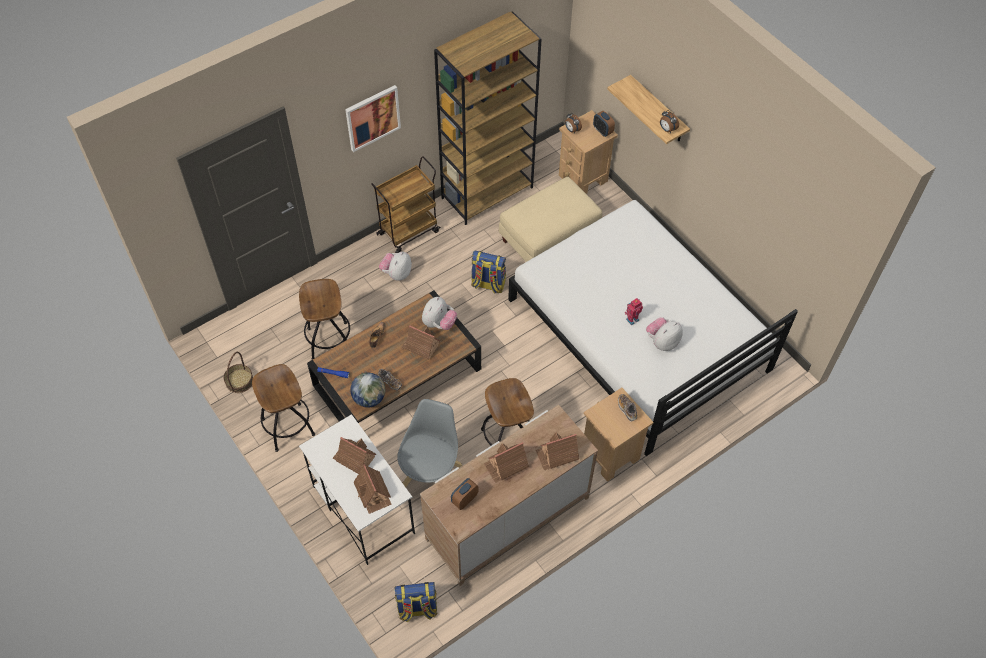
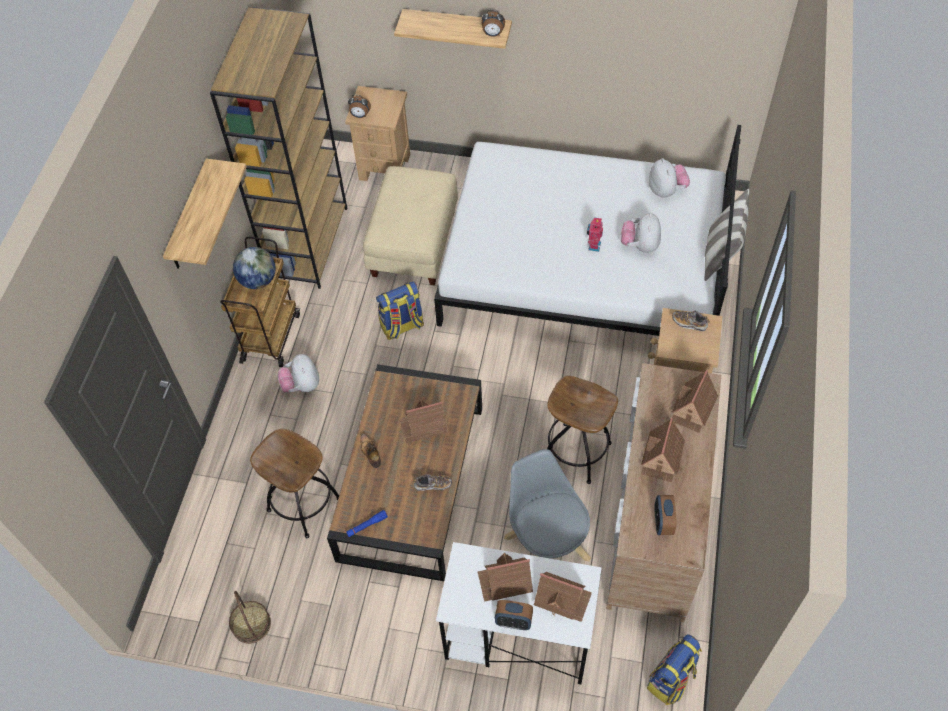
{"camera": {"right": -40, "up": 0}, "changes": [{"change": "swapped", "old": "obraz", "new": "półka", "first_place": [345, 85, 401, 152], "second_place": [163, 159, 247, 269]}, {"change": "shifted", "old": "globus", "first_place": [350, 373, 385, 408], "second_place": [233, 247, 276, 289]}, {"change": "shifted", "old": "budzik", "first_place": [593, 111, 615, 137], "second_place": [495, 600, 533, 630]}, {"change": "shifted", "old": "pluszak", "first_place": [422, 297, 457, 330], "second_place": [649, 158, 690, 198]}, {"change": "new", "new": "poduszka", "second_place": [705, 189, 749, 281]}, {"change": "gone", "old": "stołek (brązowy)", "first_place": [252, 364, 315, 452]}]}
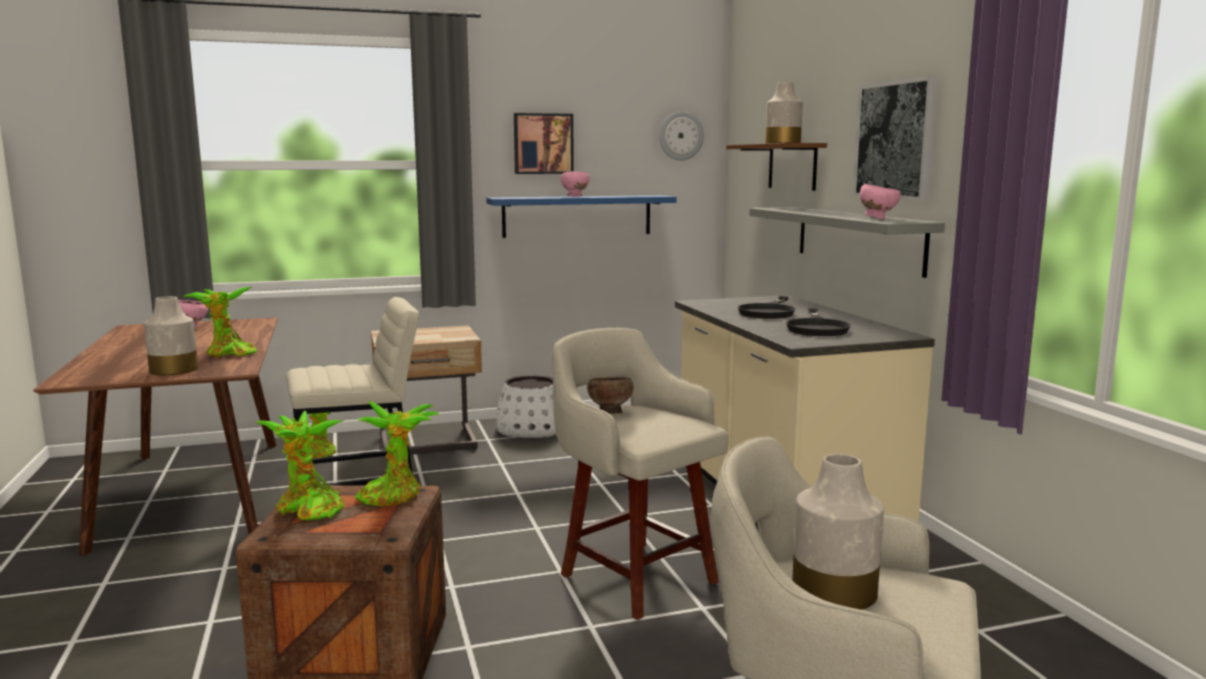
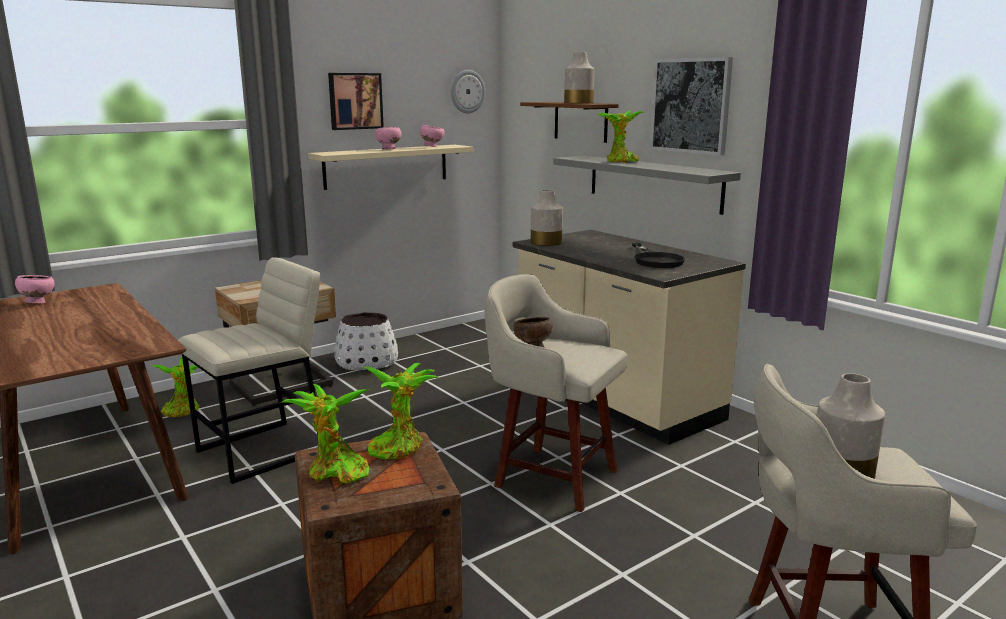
{"camera": {"right": -20, "up": 5}, "changes": [{"change": "repainted", "old": "półka (niebieski)", "new": "półka (beżowy)", "first_place": [487, 195, 677, 238], "second_place": [308, 145, 473, 190]}, {"change": "shifted", "old": "miska (różowy)", "first_place": [860, 184, 901, 219], "second_place": [420, 125, 445, 147]}, {"change": "shifted", "old": "wazon (beżowy)", "first_place": [144, 296, 198, 375], "second_place": [531, 189, 563, 246]}, {"change": "shifted", "old": "roślina doniczkowa", "first_place": [183, 287, 257, 358], "second_place": [597, 111, 644, 163]}, {"change": "gone", "old": "patelnia (czarny)", "first_place": [738, 296, 795, 319]}]}
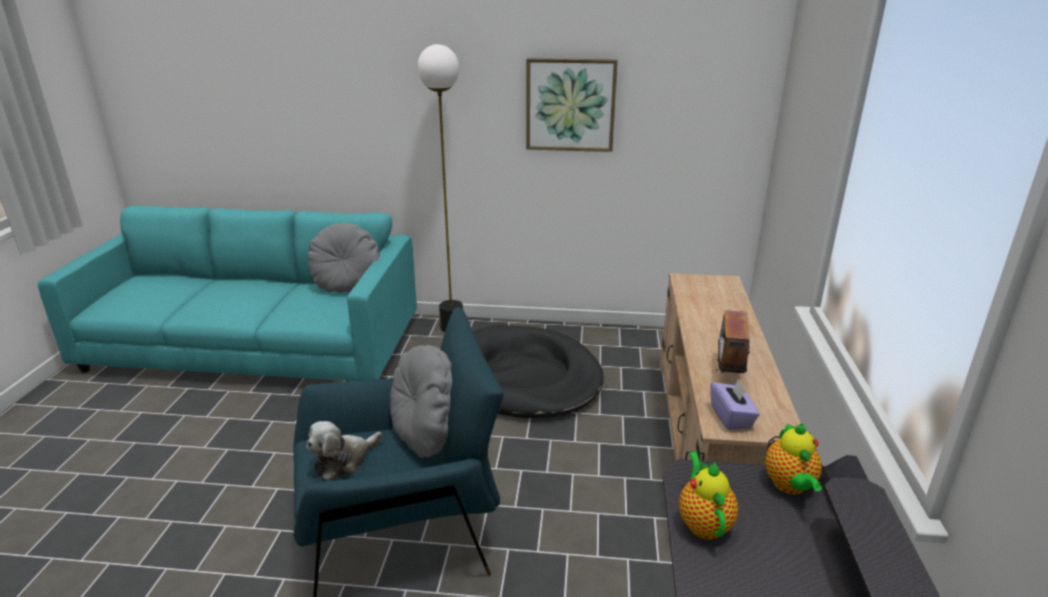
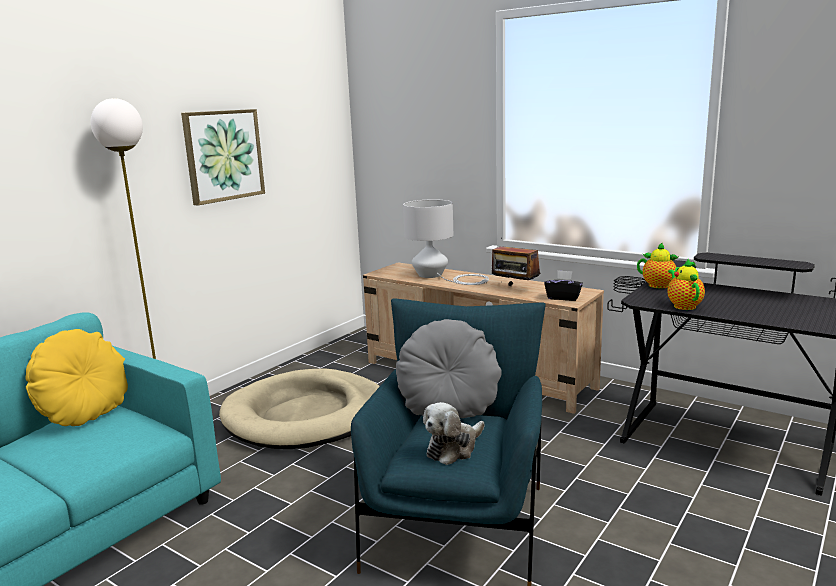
{"camera": {"right": -60, "up": -10}, "changes": [{"change": "repainted", "old": "poduszka (szary)", "new": "poduszka (żółty)", "first_place": [308, 223, 380, 293], "second_place": [26, 329, 128, 426]}, {"change": "repainted", "old": "legowisko (czarny)", "new": "legowisko (beżowy)", "first_place": [473, 325, 604, 418], "second_place": [219, 368, 380, 449]}, {"change": "new", "new": "lampa stołowa (biały)", "second_place": [403, 199, 489, 285]}, {"change": "rotated", "old": "pluszak", "first_place": [306, 421, 382, 481], "second_place": [423, 402, 485, 465], "degrees": 60}, {"change": "repainted", "old": "pudełko chusteczek (fioletowy)", "new": "pudełko chusteczek (czarny)", "first_place": [710, 378, 760, 430], "second_place": [544, 270, 583, 301]}, {"change": "rotated", "old": "imbryk", "first_place": [679, 452, 738, 540], "second_place": [667, 259, 705, 310], "degrees": 60}]}
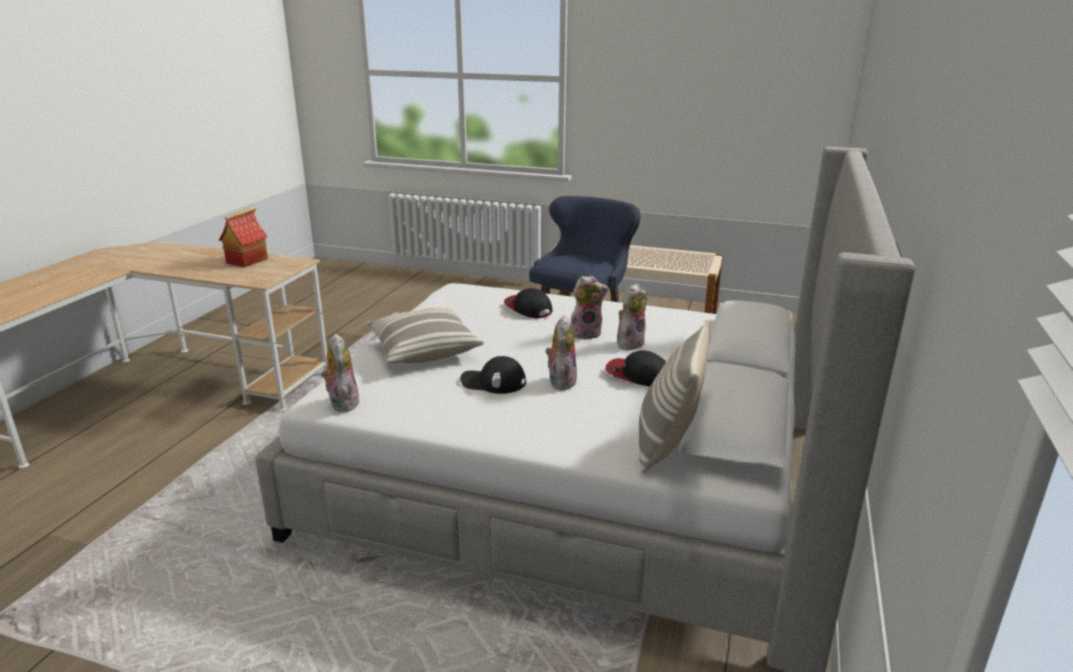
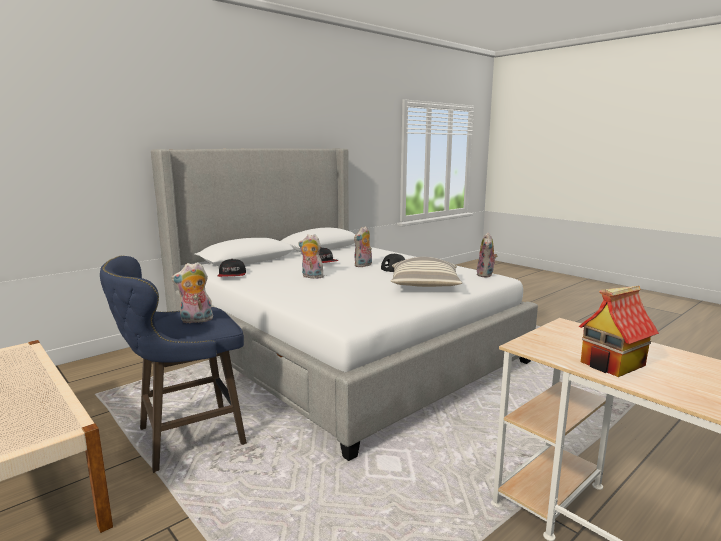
{"camera": {"right": -150, "up": -10}, "changes": [{"change": "shifted", "old": "pluszak", "first_place": [617, 283, 647, 350], "second_place": [171, 262, 213, 323]}, {"change": "shifted", "old": "czapka z daszkiem", "first_place": [504, 288, 553, 318], "second_place": [218, 259, 246, 277]}, {"change": "gone", "old": "poduszka", "first_place": [639, 322, 709, 473]}]}
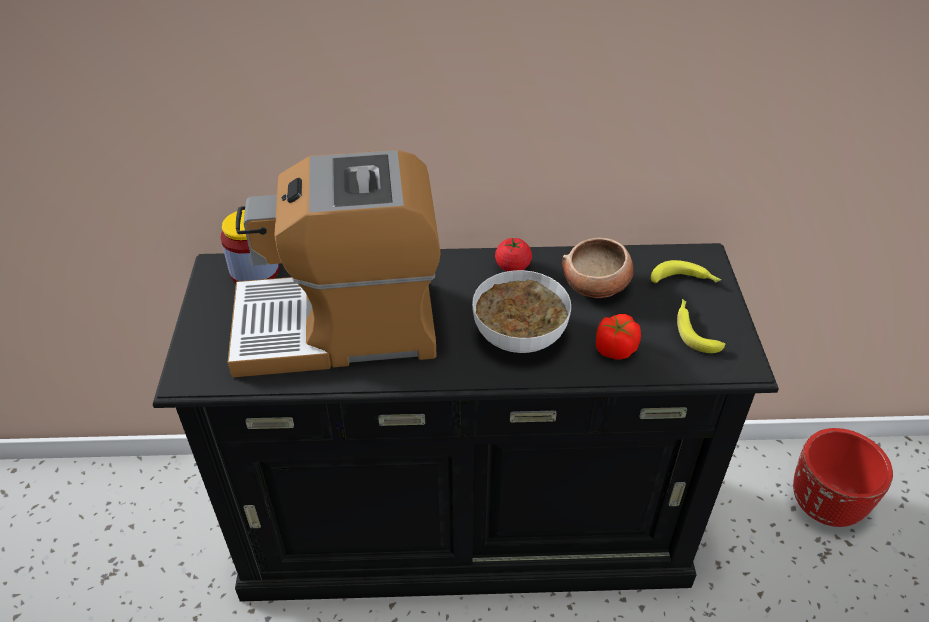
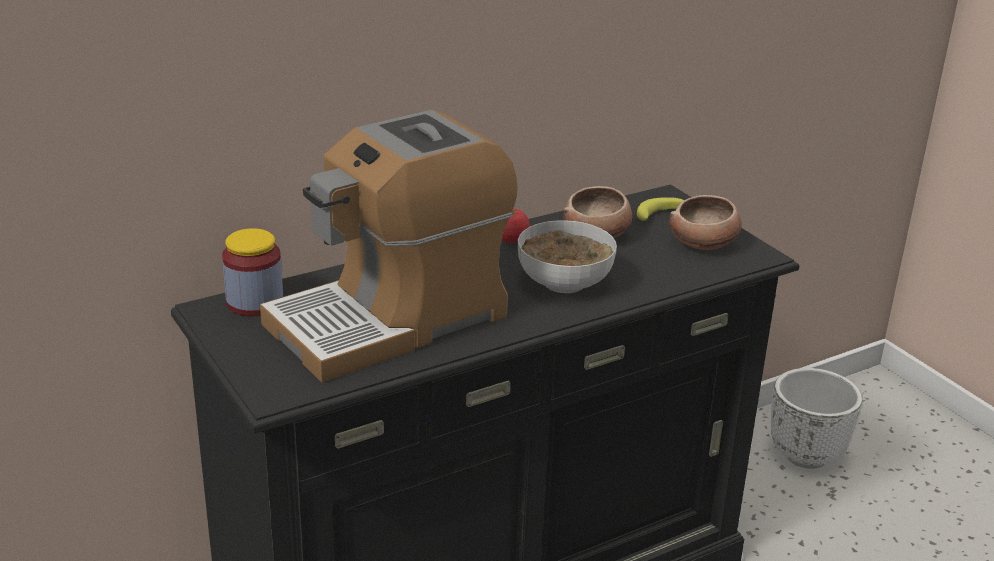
{"camera": {"right": -30, "up": -15}, "changes": [{"change": "swapped", "old": "banan", "new": "miska", "first_place": [677, 299, 725, 353], "second_place": [669, 195, 741, 250]}, {"change": "repainted", "old": "donica (czerwony)", "new": "donica (biały)", "first_place": [793, 428, 893, 527], "second_place": [771, 368, 862, 469]}, {"change": "gone", "old": "pomidor", "first_place": [596, 314, 641, 359]}]}
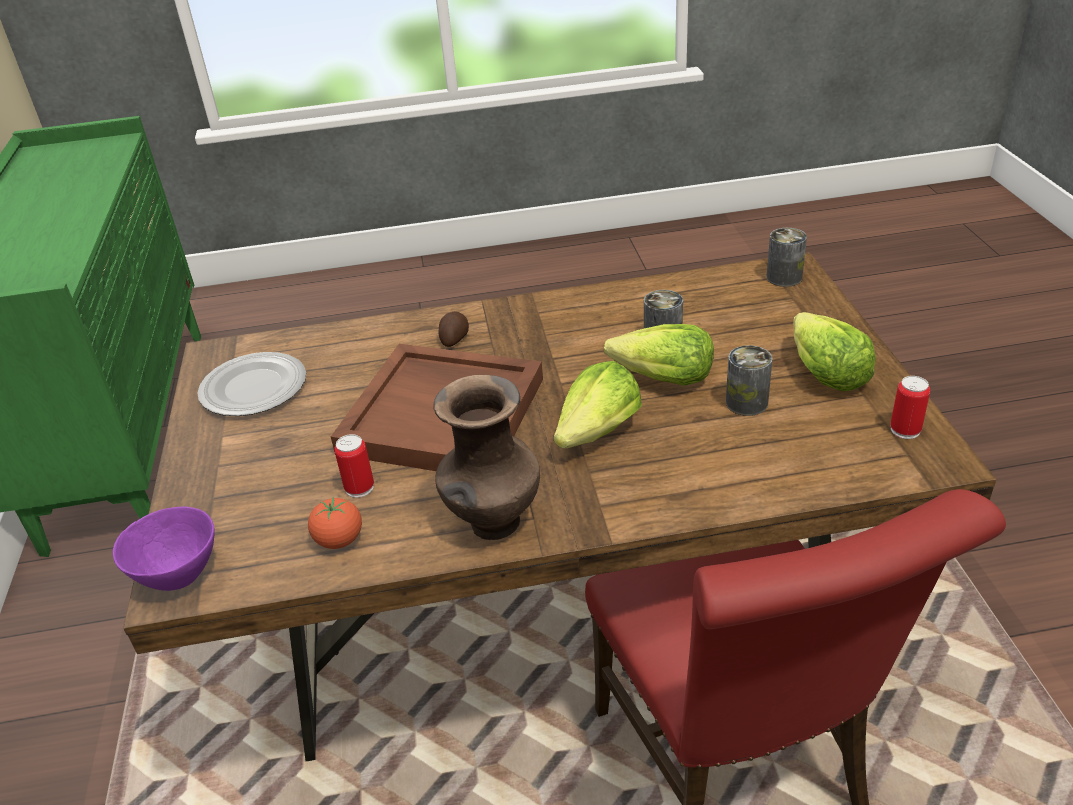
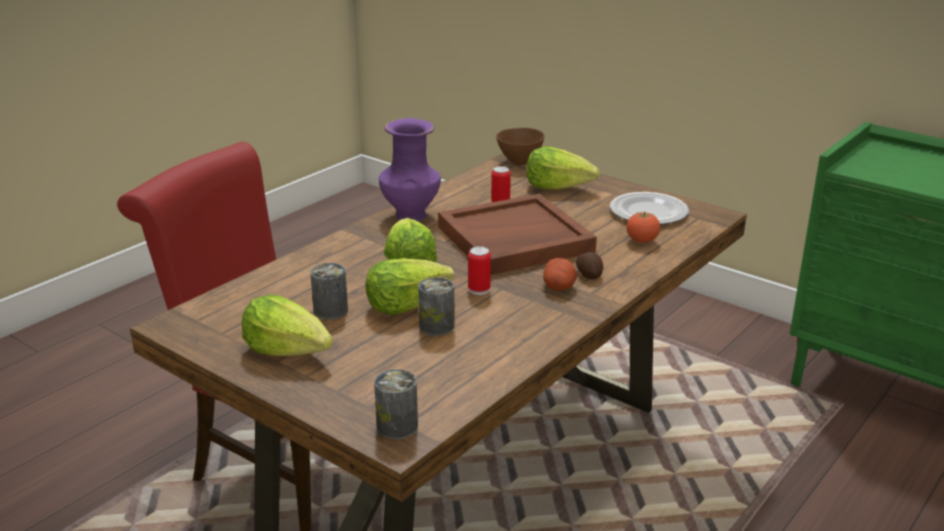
{"camera": {"right": 135, "up": -10}, "changes": [{"change": "repainted", "old": "wazon (brązowy)", "new": "wazon (fioletowy)", "first_place": [433, 375, 540, 540], "second_place": [379, 118, 441, 221]}, {"change": "shifted", "old": "puszka", "first_place": [890, 376, 930, 439], "second_place": [468, 246, 491, 295]}, {"change": "repainted", "old": "miska (fioletowy)", "new": "miska (brązowy)", "first_place": [113, 507, 215, 591], "second_place": [496, 128, 545, 165]}, {"change": "new", "new": "sałata", "second_place": [526, 146, 600, 189]}, {"change": "new", "new": "ziemniak", "second_place": [543, 258, 577, 291]}, {"change": "shifted", "old": "pomidor", "first_place": [308, 497, 362, 549], "second_place": [626, 211, 660, 243]}]}
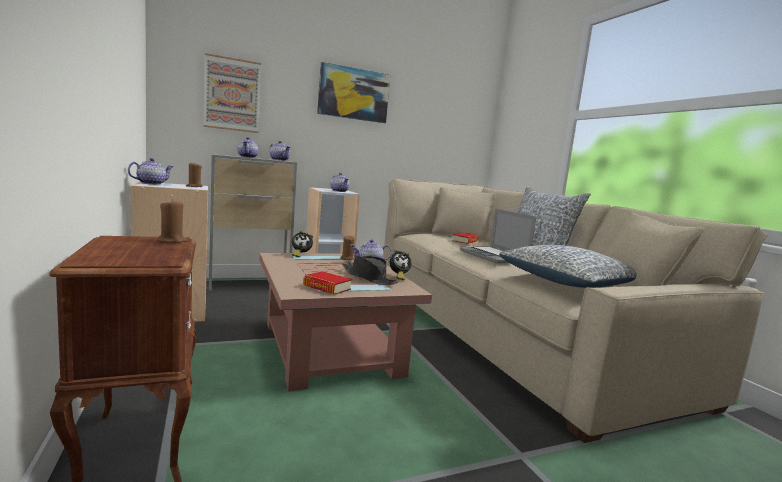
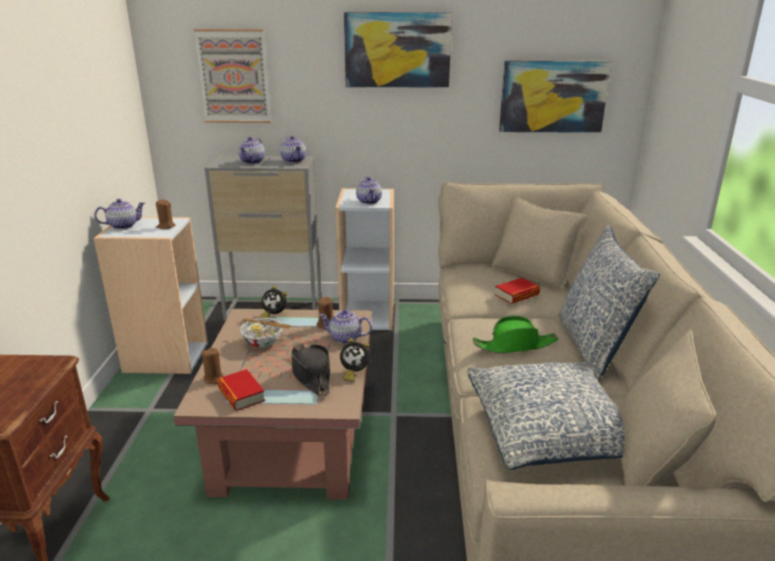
{"camera": {"right": 25, "up": 15}, "changes": [{"change": "shifted", "old": "świeca (brązowy)", "first_place": [157, 199, 188, 243], "second_place": [202, 348, 224, 385]}, {"change": "new", "new": "miska", "second_place": [240, 318, 291, 348]}, {"change": "swapped", "old": "laptop", "new": "kapelusz (zielony)", "first_place": [460, 209, 537, 264], "second_place": [473, 316, 558, 353]}, {"change": "new", "new": "obraz", "second_place": [499, 61, 611, 133]}]}
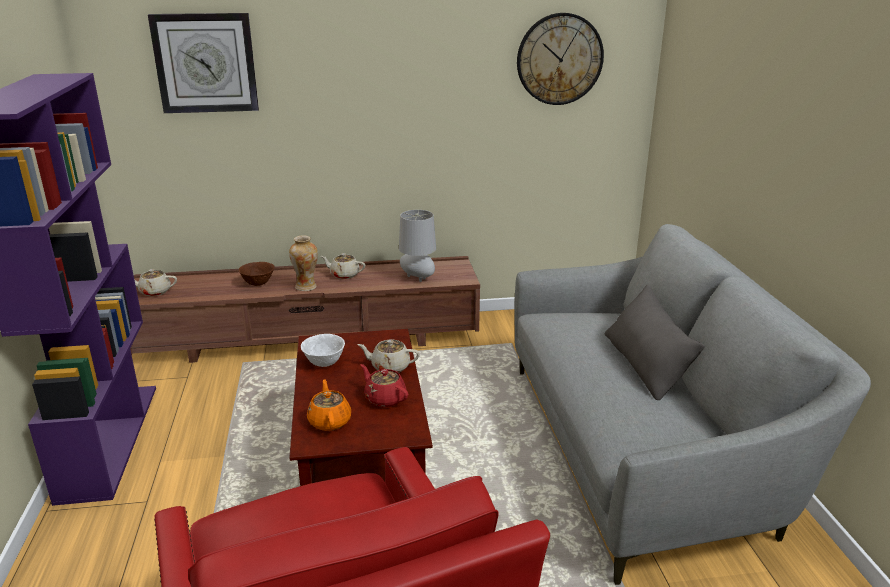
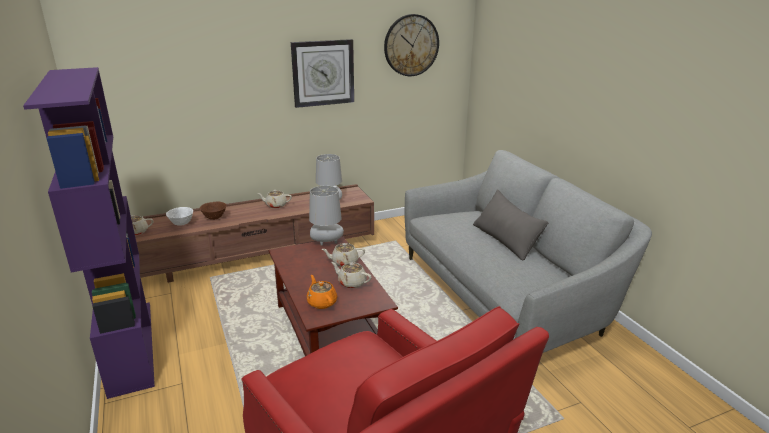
{"camera": {"right": -15, "up": 0}, "changes": [{"change": "shifted", "old": "miska (biały)", "first_place": [301, 334, 345, 367], "second_place": [166, 207, 193, 226]}, {"change": "shifted", "old": "zegar ścienny", "first_place": [148, 13, 259, 113], "second_place": [291, 39, 354, 108]}, {"change": "new", "new": "lampa stołowa (szary)", "second_place": [309, 186, 344, 246]}, {"change": "repainted", "old": "imbryk (czerwony)", "new": "imbryk (beżowy)", "first_place": [360, 364, 408, 407], "second_place": [331, 262, 372, 288]}, {"change": "gone", "old": "wazon", "first_place": [289, 235, 318, 291]}]}
